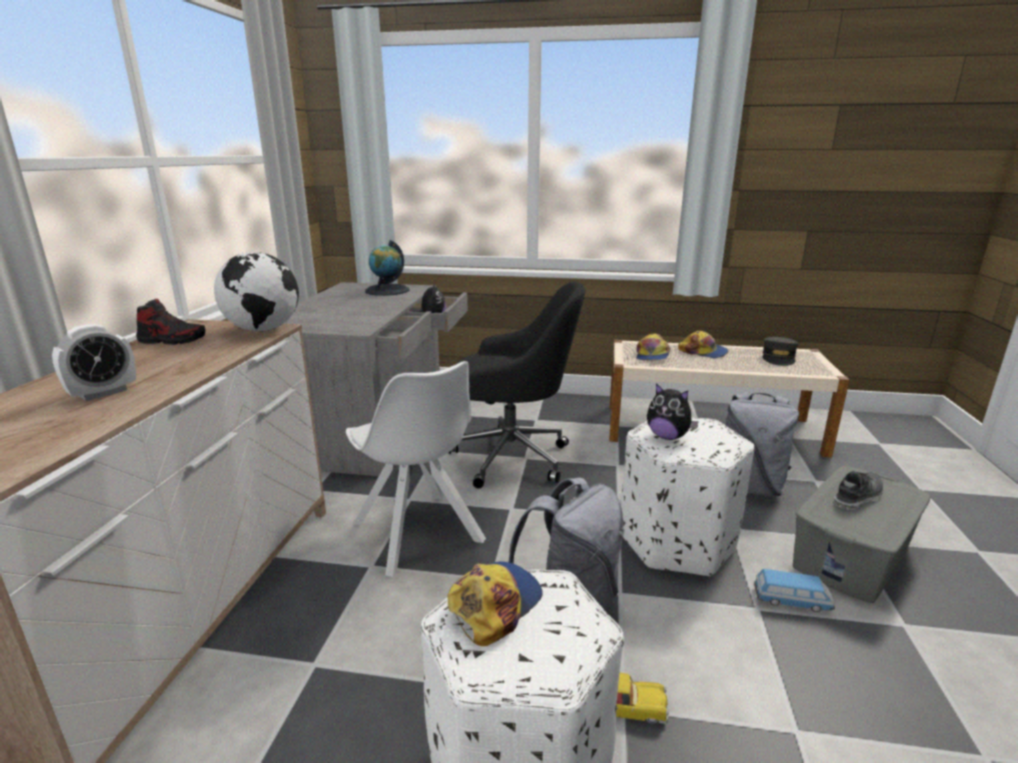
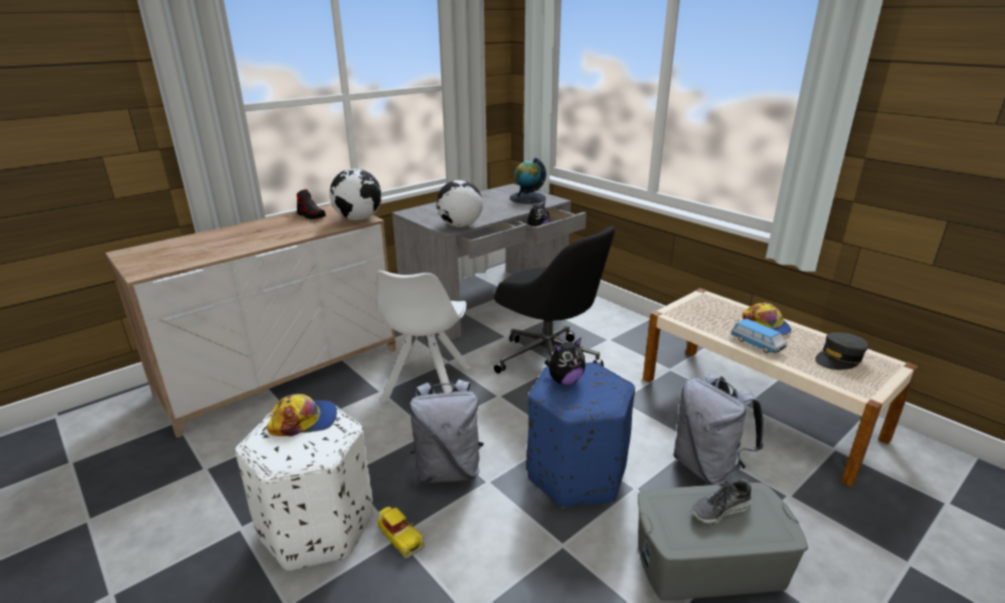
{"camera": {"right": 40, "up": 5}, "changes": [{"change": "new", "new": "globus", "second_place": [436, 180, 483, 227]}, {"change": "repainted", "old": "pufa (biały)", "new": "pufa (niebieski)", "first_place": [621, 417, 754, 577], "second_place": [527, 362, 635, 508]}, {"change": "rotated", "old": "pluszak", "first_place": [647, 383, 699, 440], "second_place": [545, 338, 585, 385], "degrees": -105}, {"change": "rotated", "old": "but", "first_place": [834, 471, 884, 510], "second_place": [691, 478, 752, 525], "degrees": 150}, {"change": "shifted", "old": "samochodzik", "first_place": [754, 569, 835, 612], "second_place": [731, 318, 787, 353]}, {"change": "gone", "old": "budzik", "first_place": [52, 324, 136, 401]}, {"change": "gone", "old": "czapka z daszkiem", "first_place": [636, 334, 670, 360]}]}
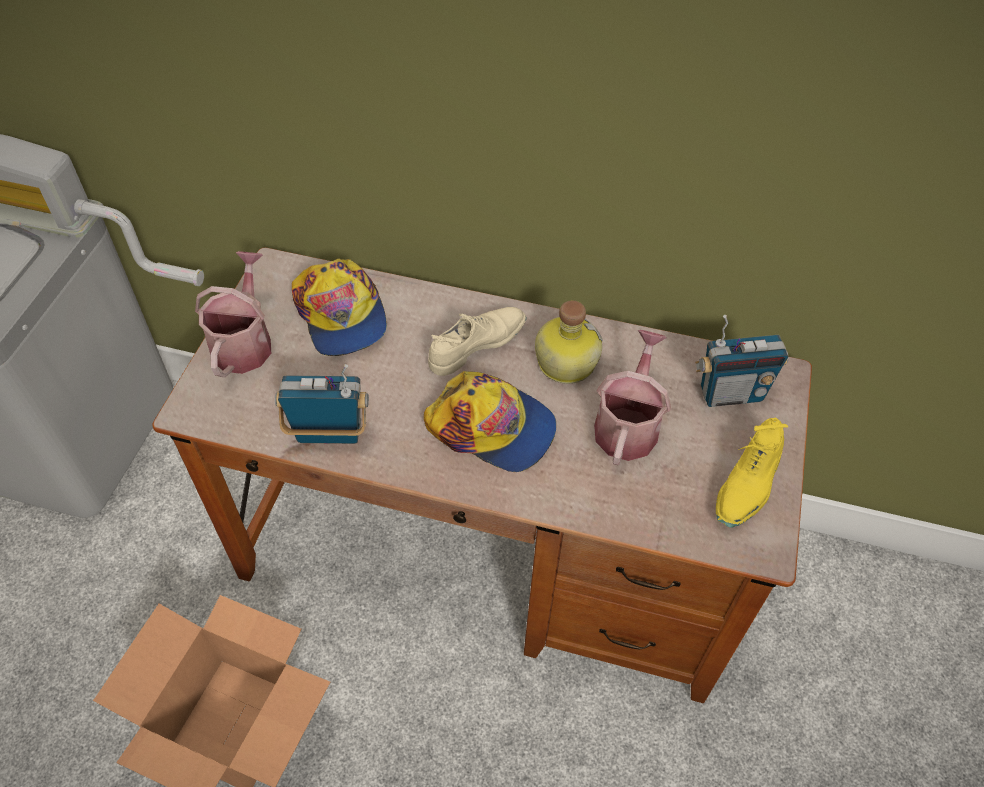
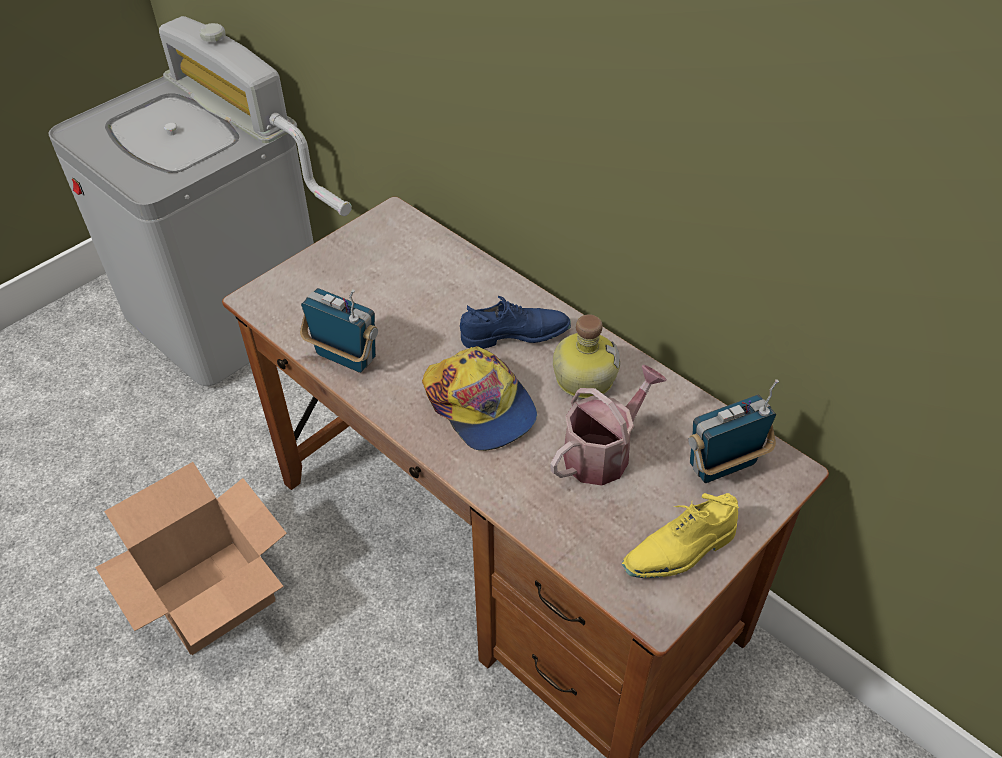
{"camera": {"right": 30, "up": -5}, "changes": [{"change": "repainted", "old": "but (beżowy)", "new": "but (niebieski)", "first_place": [428, 307, 527, 376], "second_place": [460, 296, 571, 349]}, {"change": "rotated", "old": "radio", "first_place": [695, 315, 789, 407], "second_place": [688, 379, 779, 483], "degrees": 135}, {"change": "gone", "old": "konewka", "first_place": [195, 251, 271, 377]}, {"change": "gone", "old": "czapka z daszkiem", "first_place": [292, 259, 387, 356]}]}
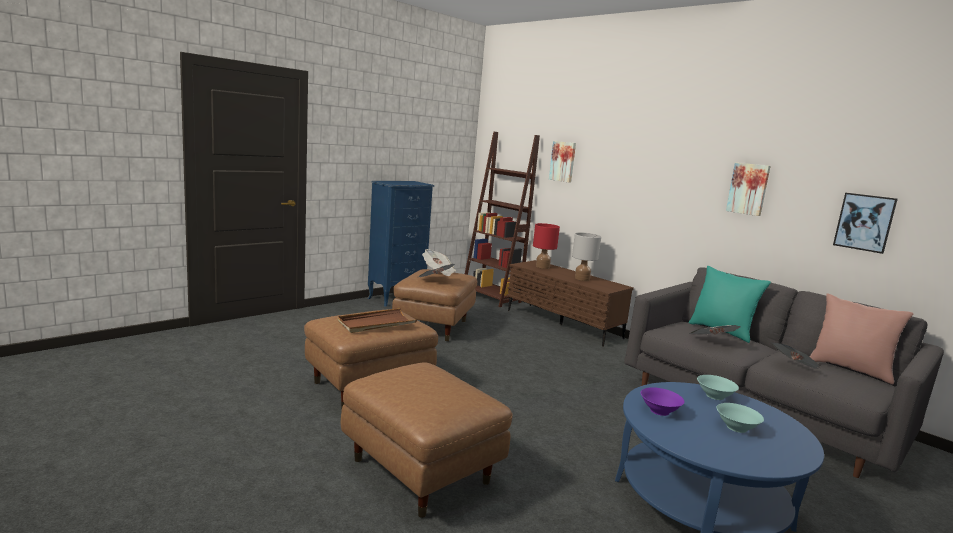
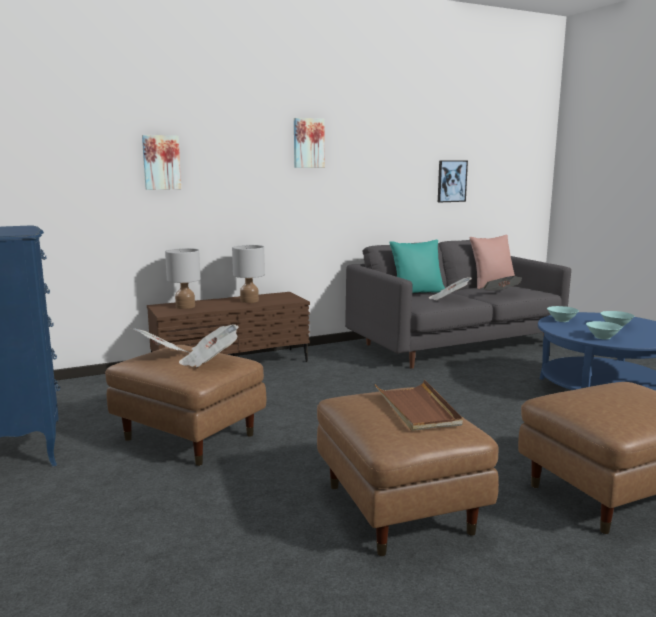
{"camera": {"right": -70, "up": 0}, "changes": [{"change": "repainted", "old": "lampa stołowa (czerwony)", "new": "lampa stołowa (szary)", "first_place": [533, 223, 560, 269], "second_place": [165, 248, 201, 309]}, {"change": "shifted", "old": "obraz", "first_place": [726, 162, 771, 216], "second_place": [294, 118, 325, 168]}, {"change": "repainted", "old": "miska (fioletowy)", "new": "miska (turkusowy)", "first_place": [641, 387, 684, 416], "second_place": [586, 321, 622, 340]}, {"change": "gone", "old": "regał (brązowy)", "first_place": [465, 132, 540, 307]}]}
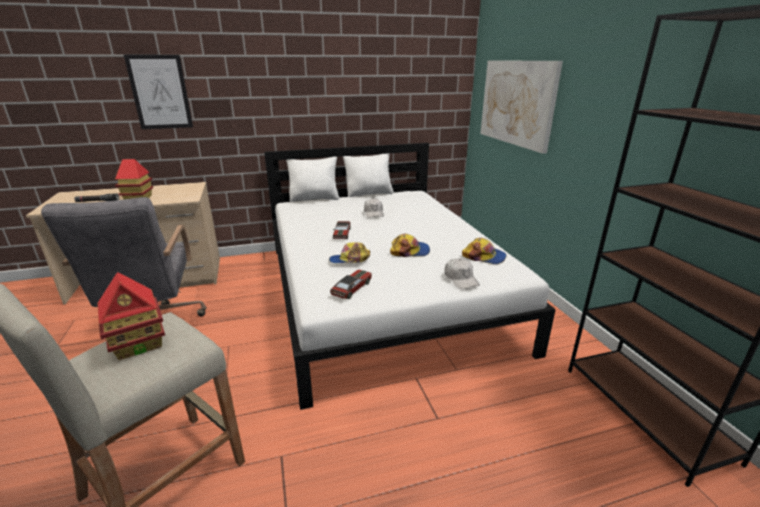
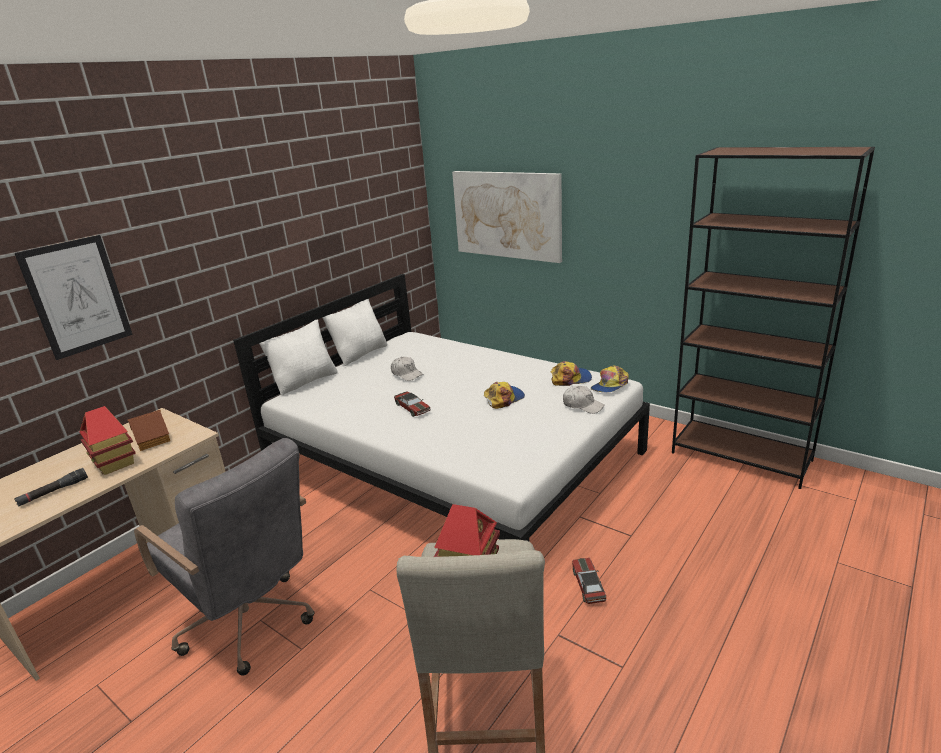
{"camera": {"right": -35, "up": 0}, "changes": [{"change": "new", "new": "domek", "second_place": [128, 410, 170, 451]}, {"change": "shifted", "old": "samochodzik", "first_place": [330, 269, 372, 299], "second_place": [572, 558, 607, 604]}, {"change": "shifted", "old": "czapka z daszkiem", "first_place": [329, 242, 370, 264], "second_place": [591, 366, 629, 392]}]}
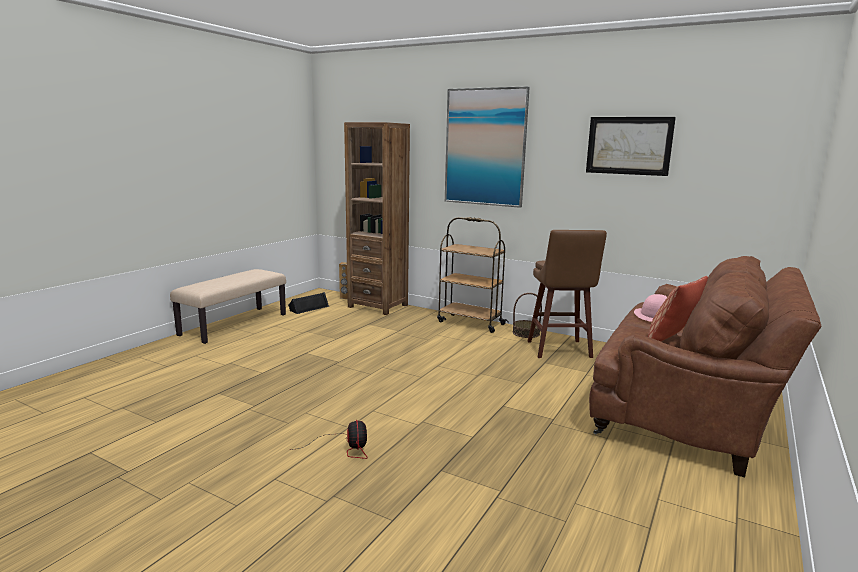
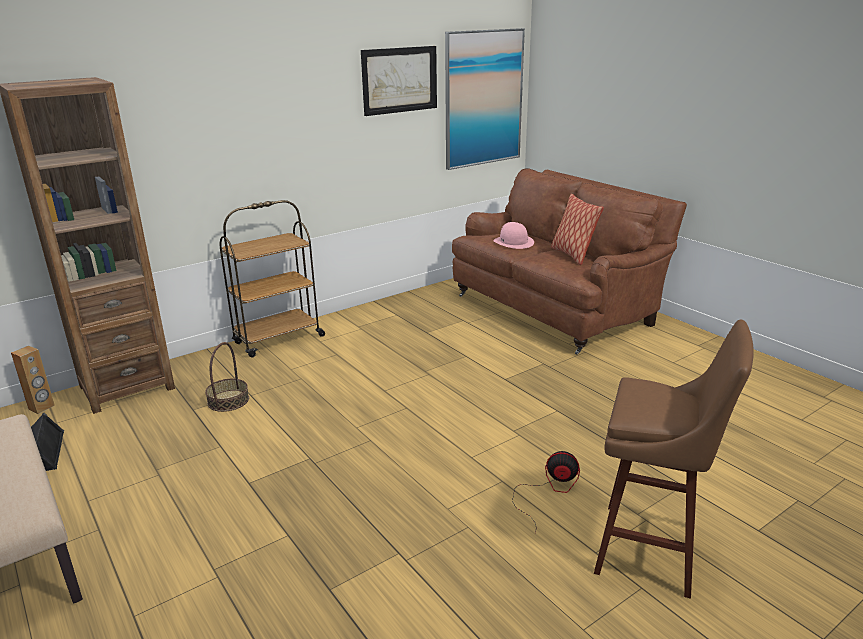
{"camera": {"right": -65, "up": 10}, "changes": [{"change": "shifted", "old": "koszyk", "first_place": [513, 293, 542, 338], "second_place": [205, 342, 249, 412]}, {"change": "shifted", "old": "obraz", "first_place": [445, 86, 530, 208], "second_place": [445, 28, 525, 170]}, {"change": "shifted", "old": "stołek (brązowy)", "first_place": [528, 230, 607, 358], "second_place": [594, 319, 754, 599]}]}
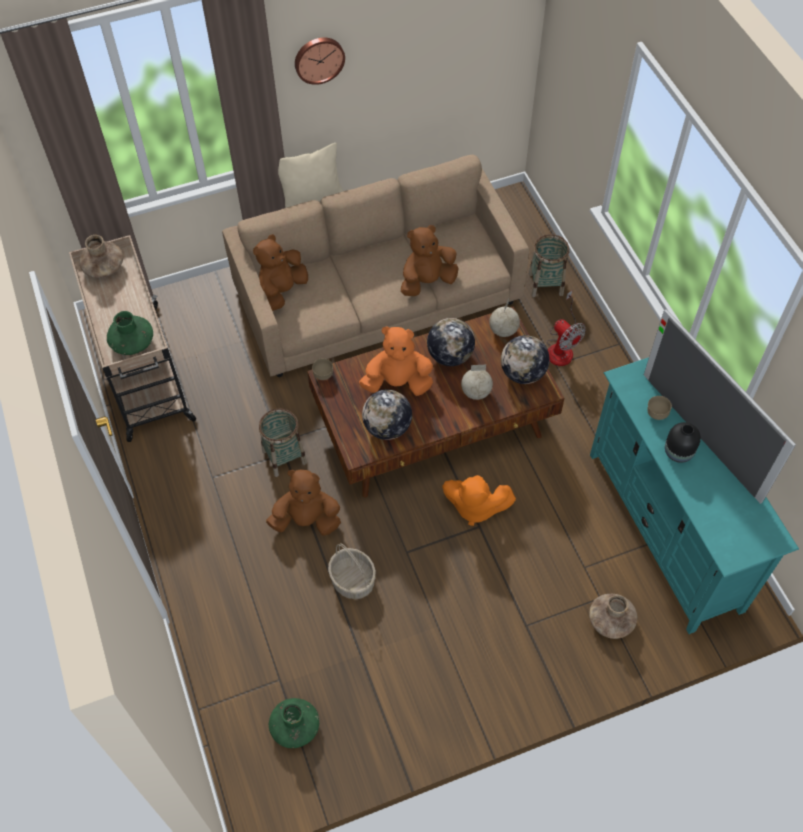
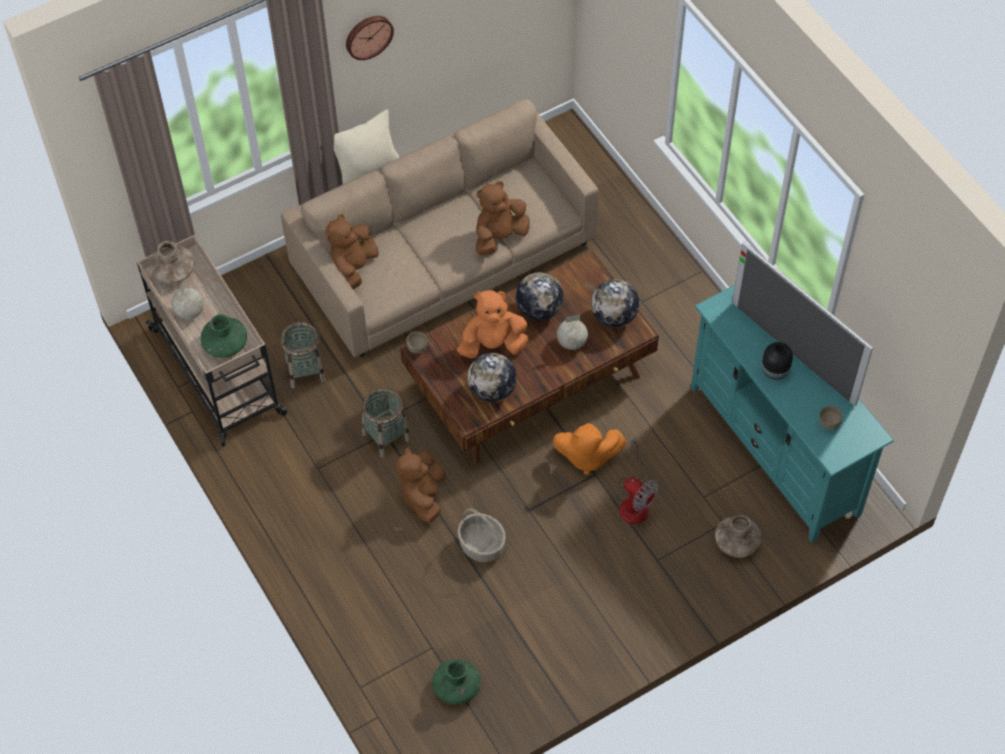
{"camera": {"right": -10, "up": 0}, "changes": [{"change": "shifted", "old": "globus", "first_place": [489, 298, 520, 337], "second_place": [172, 280, 204, 319]}, {"change": "shifted", "old": "koszyk", "first_place": [529, 234, 569, 297], "second_place": [281, 322, 326, 389]}, {"change": "rotated", "old": "pluszak (brązowy)", "first_place": [266, 470, 341, 536], "second_place": [396, 447, 446, 522], "degrees": -75}, {"change": "shifted", "old": "wentylator", "first_place": [546, 291, 586, 366], "second_place": [617, 436, 659, 524]}, {"change": "shifted", "old": "miska (brązowy)", "first_place": [647, 396, 672, 420], "second_place": [819, 406, 842, 430]}]}
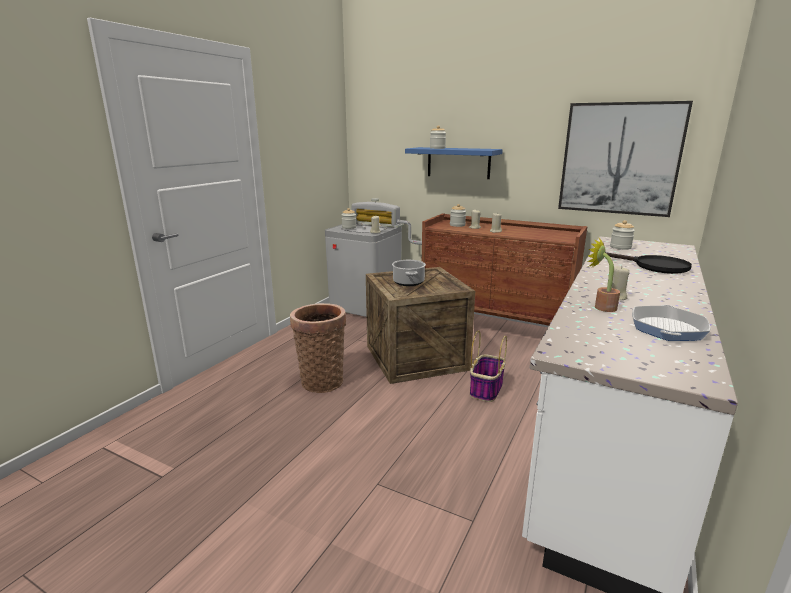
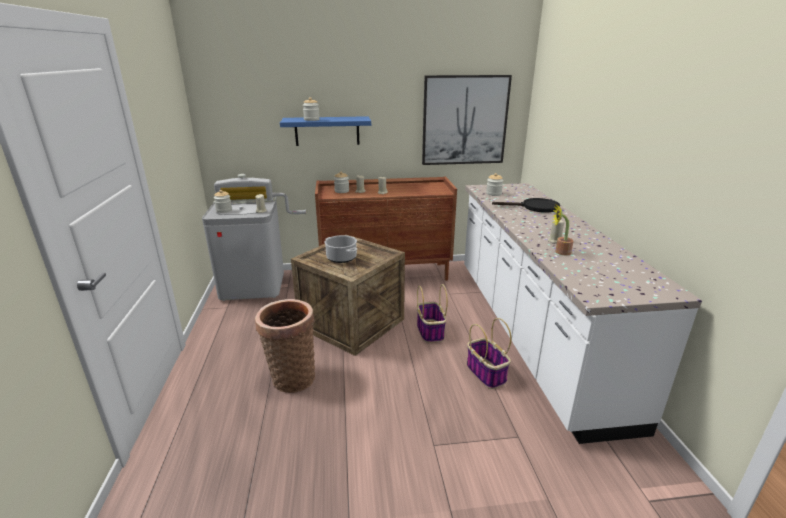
{"camera": {"right": -35, "up": 5}, "changes": [{"change": "new", "new": "koszyk", "second_place": [467, 318, 511, 389]}, {"change": "gone", "old": "patelnia", "first_place": [632, 305, 710, 341]}]}
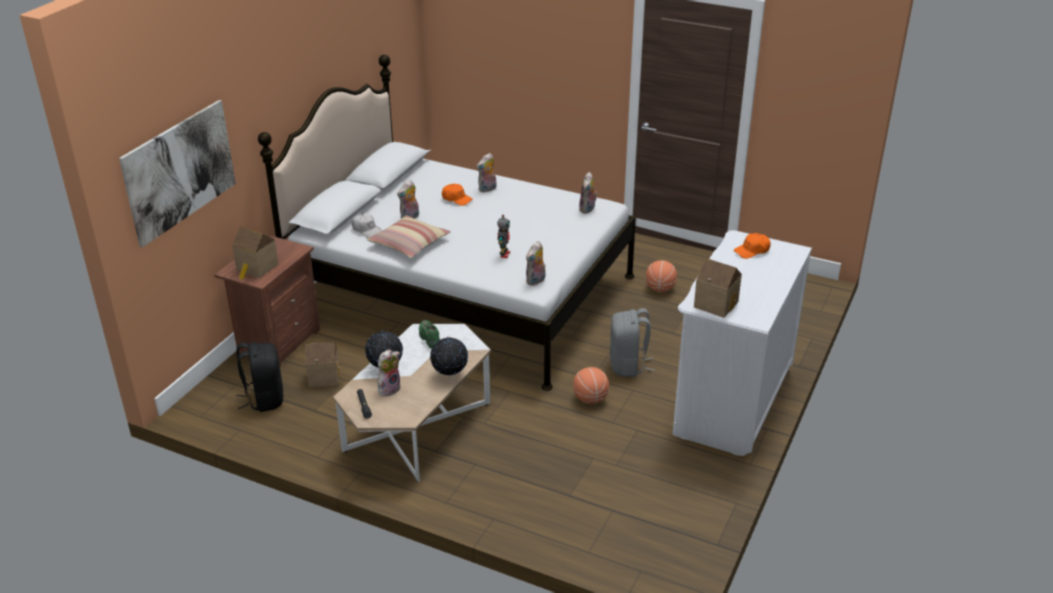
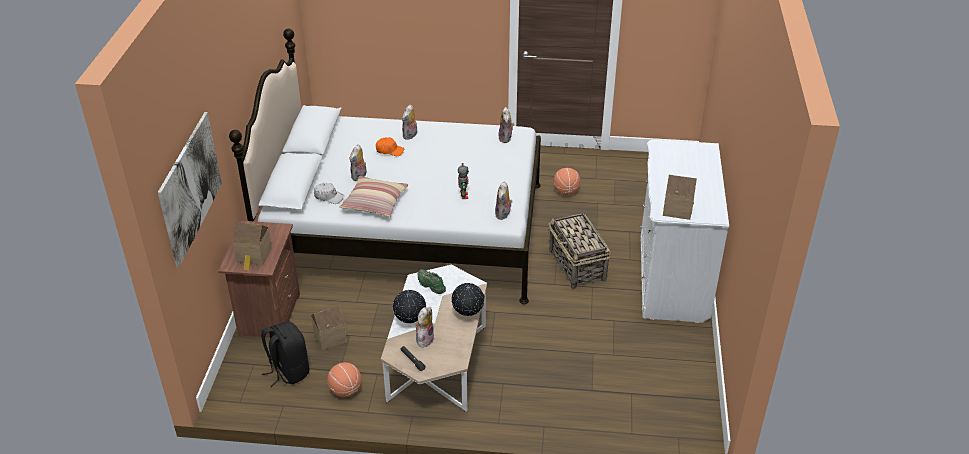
{"camera": {"right": -20, "up": 5}, "changes": [{"change": "shifted", "old": "piłka do koszykówki", "first_place": [573, 367, 609, 404], "second_place": [327, 362, 362, 397]}, {"change": "swapped", "old": "plecak (szary)", "new": "koszyk", "first_place": [610, 308, 655, 377], "second_place": [548, 213, 611, 289]}, {"change": "gone", "old": "czapka z daszkiem (pomarańczowy)", "first_place": [734, 233, 771, 259]}]}
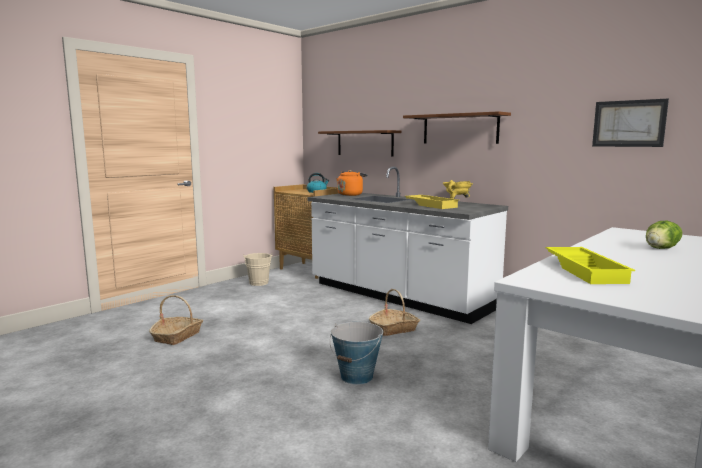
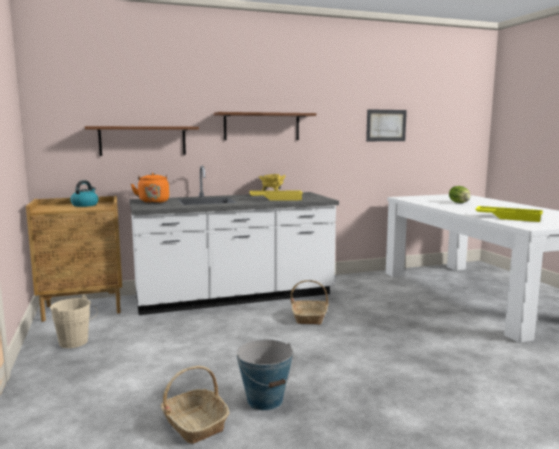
{"camera": {"right": -60, "up": 0}, "changes": [{"change": "shifted", "old": "wiadro", "first_place": [330, 322, 383, 385], "second_place": [236, 339, 295, 411]}]}
